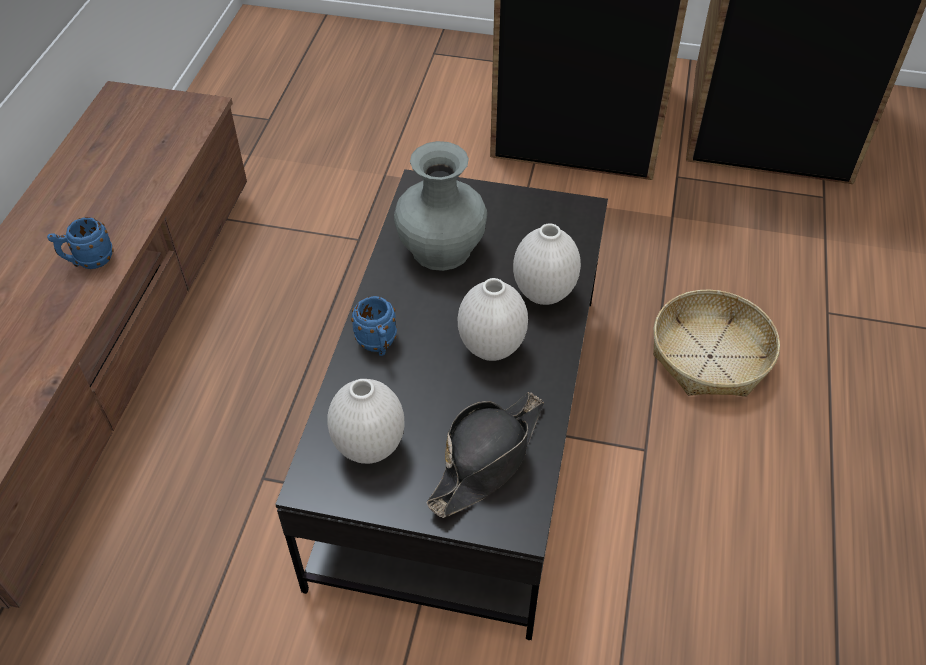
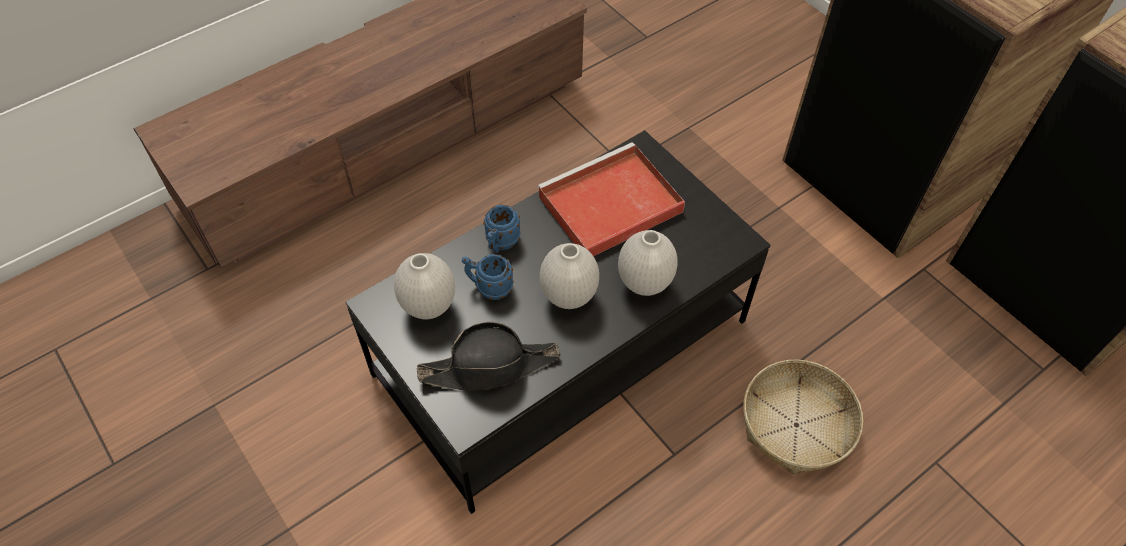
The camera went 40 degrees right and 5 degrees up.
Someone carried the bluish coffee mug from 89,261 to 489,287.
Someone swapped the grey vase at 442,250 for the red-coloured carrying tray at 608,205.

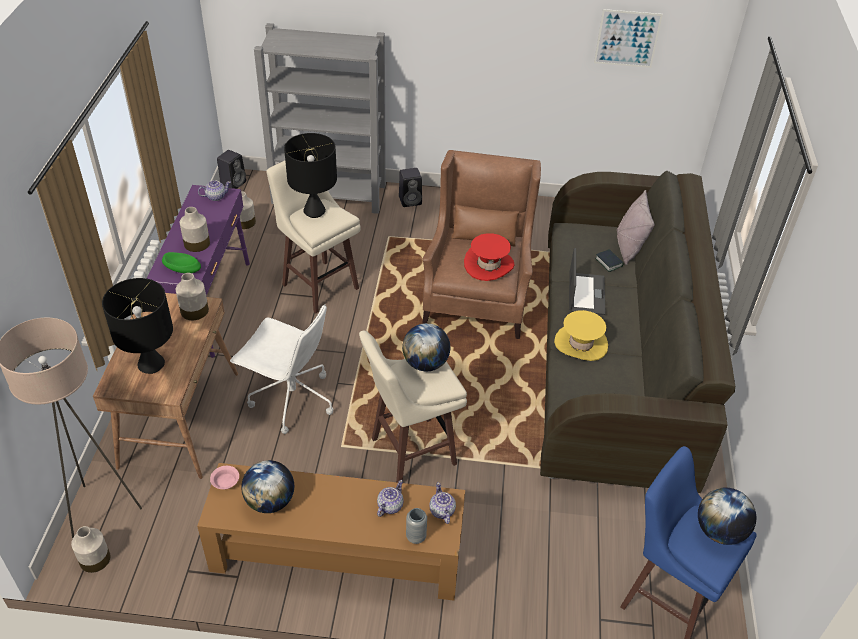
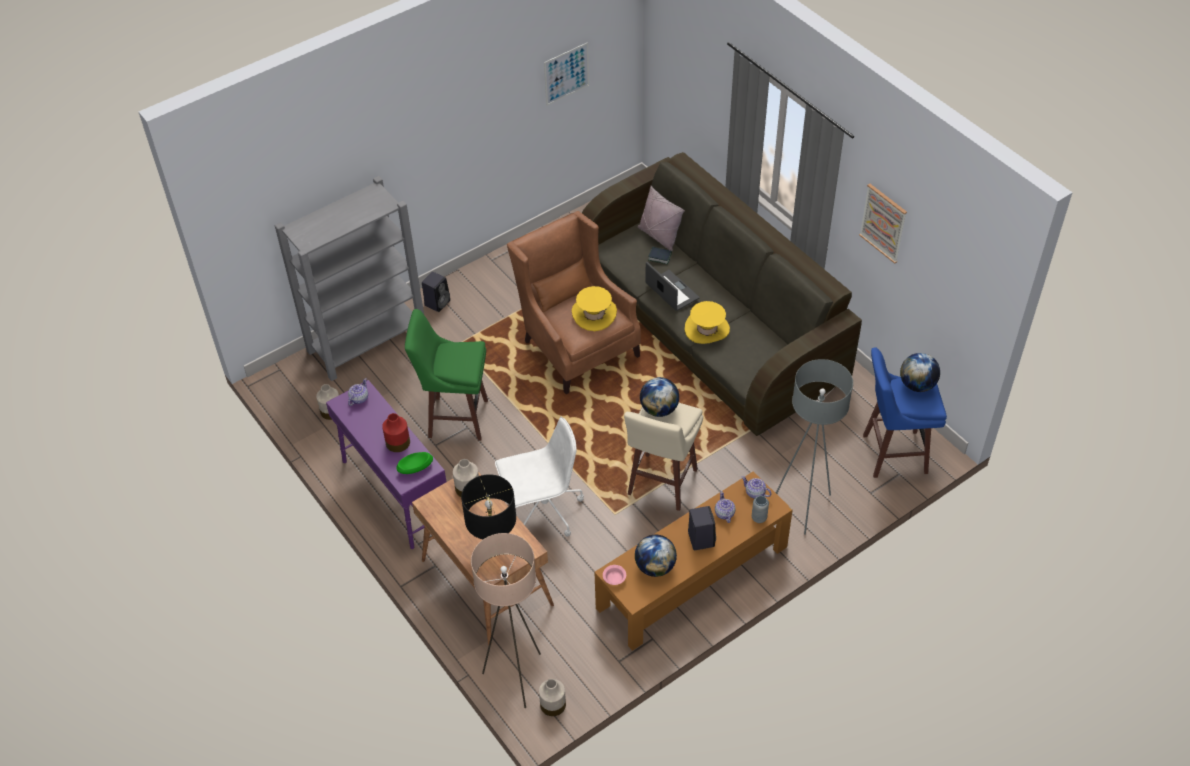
The camera went 40 degrees left and 5 degrees up.
Someone repainted the beige vase at 197,243, which became the red-coloured vase at 398,442.
Someone repainted the beige sitting stool at 319,285, which became the green sitting stool at 456,418.
Someone repainted the red-coloured clothing hat at 488,265, which became the yellow clothing hat at 594,314.
Someone carried the black speaker from 233,183 to 700,538.
Someone put down the grey floor lamp at 803,508.
Someone put up the picture at 883,223.
Someone took away the black table lamp at 314,212.

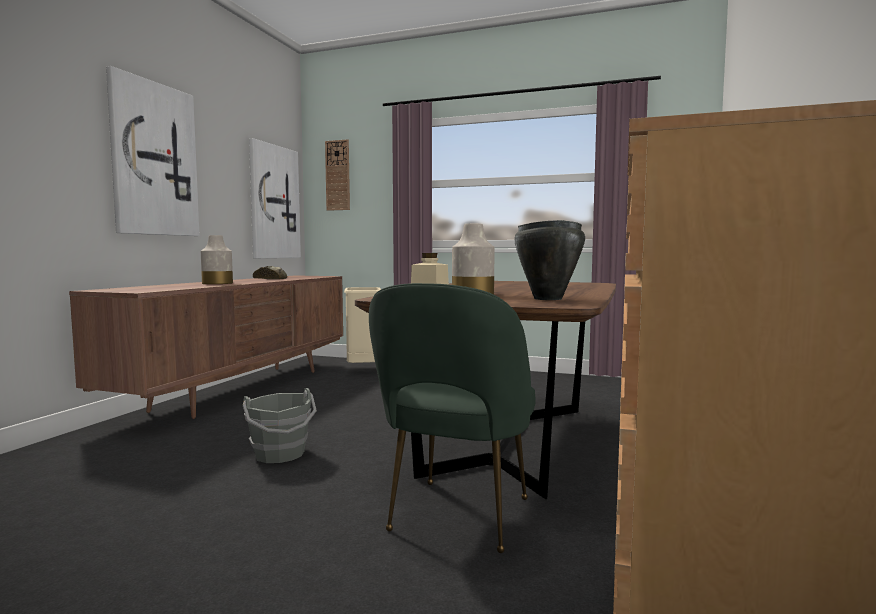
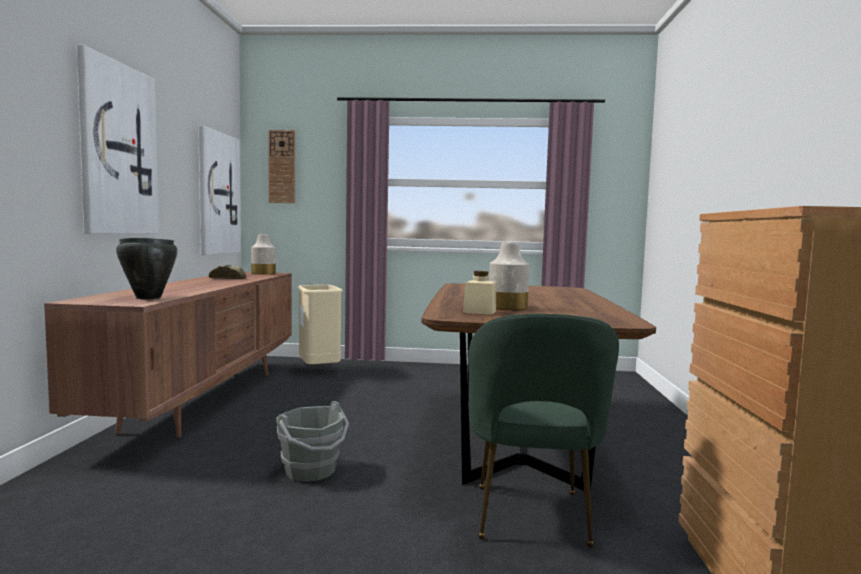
The camera went 15 degrees left and 0 degrees up.
Someone carried the black cooking pot from 547,299 to 148,298.
Someone carried the beige vase from 218,283 to 263,273.

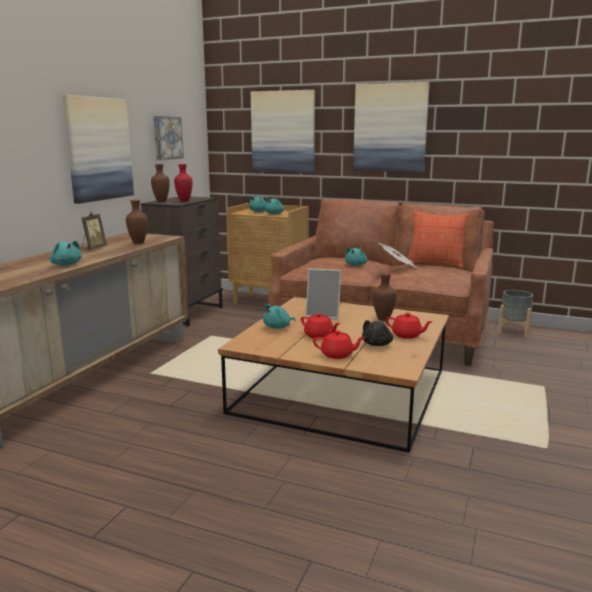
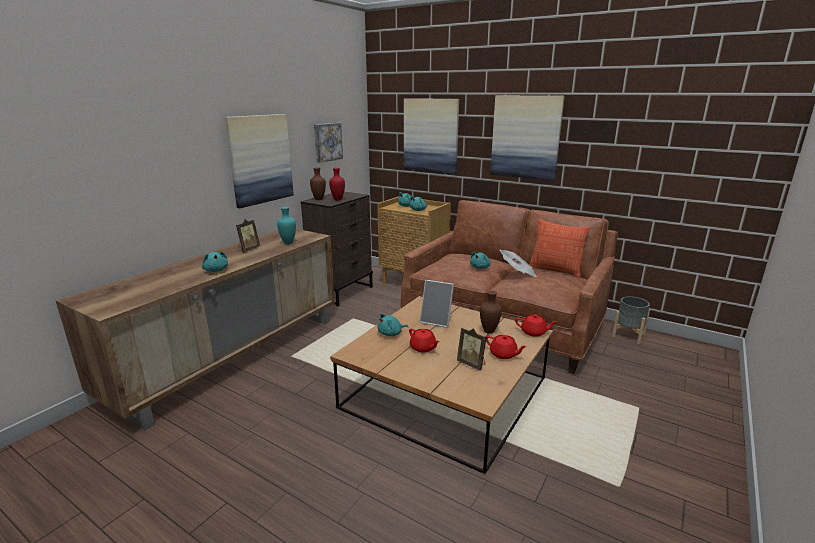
The camera went 10 degrees right and 5 degrees up.
Someone repainted the brownish vase at 137,243, which became the blue-green vase at 287,243.
Someone swapped the black cuddly toy at 377,344 for the photo frame at 472,364.
Someone carried the red-coloured teapot from 337,355 to 534,332.

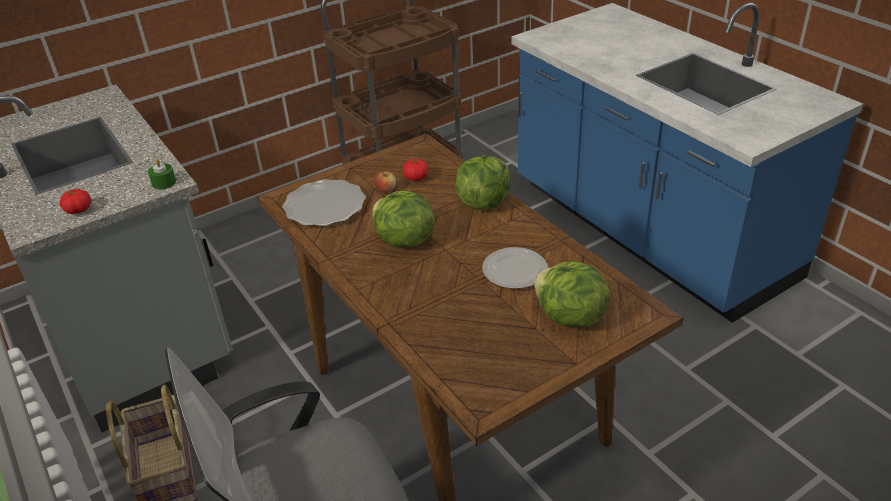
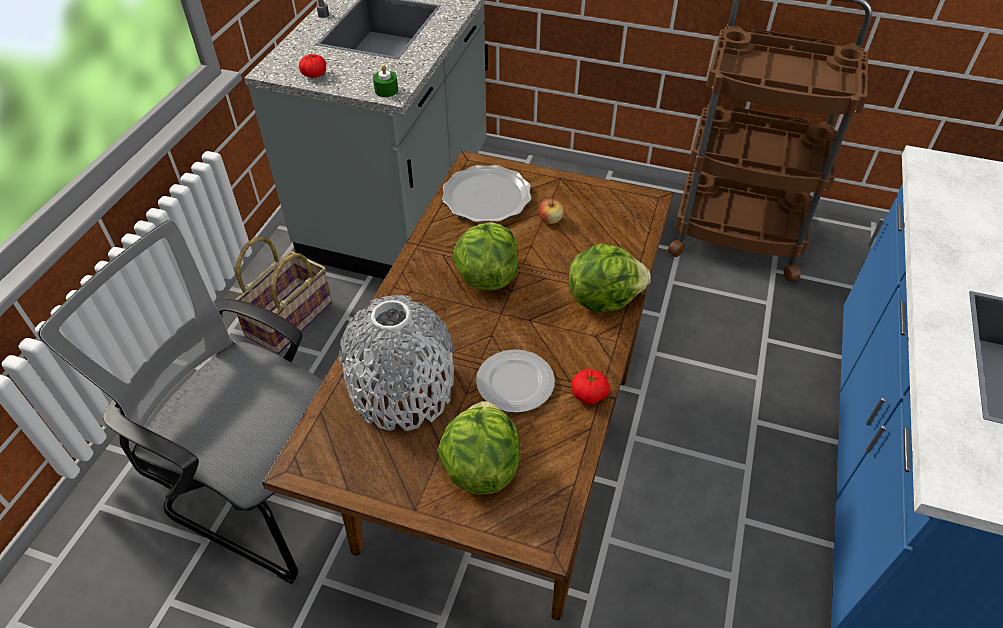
The camera went 50 degrees right and 10 degrees up.
Someone put down the grey vase at 402,389.
Someone carried the tomato from 416,178 to 588,394.

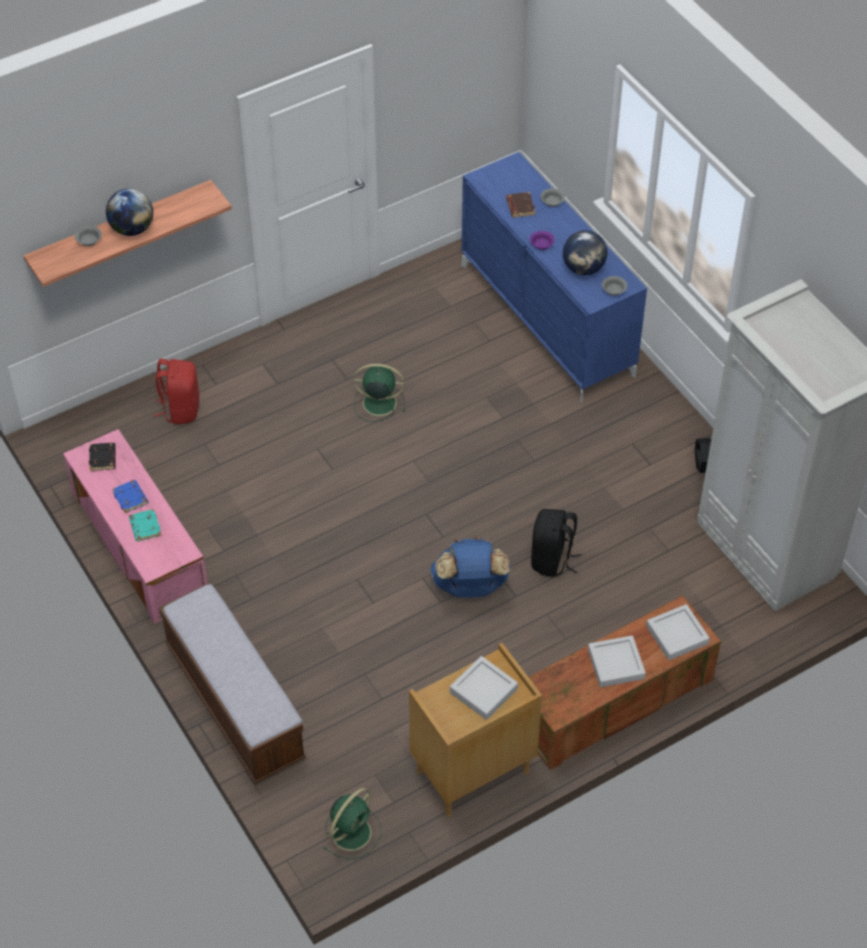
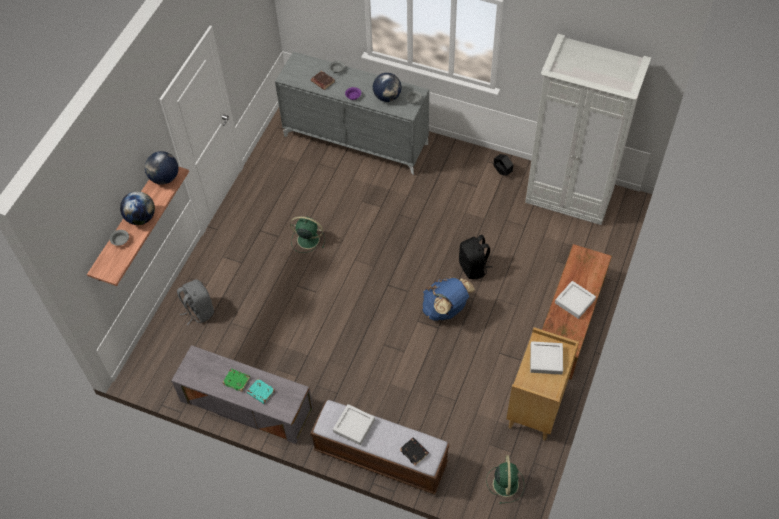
The camera went 35 degrees left and 5 degrees up.
Someone put down the world globe at 164,178.
Someone repainted the pink indoor bench at 137,544, which became the grey indoor bench at 245,405.
Someone repainted the red-coloured backpack at 180,409, which became the grey backpack at 198,311.
Someone repainted the bluish book at 131,498, which became the green book at 237,380.
Someone repainted the bluish dresser at 547,320, which became the grey dresser at 356,140.
Someone rotated the green fan at 378,403 by 45 degrees clockwise.
Someone carried the grey carrying tray from 677,635 to 354,426.
Someone carried the black book from 103,459 to 414,452.

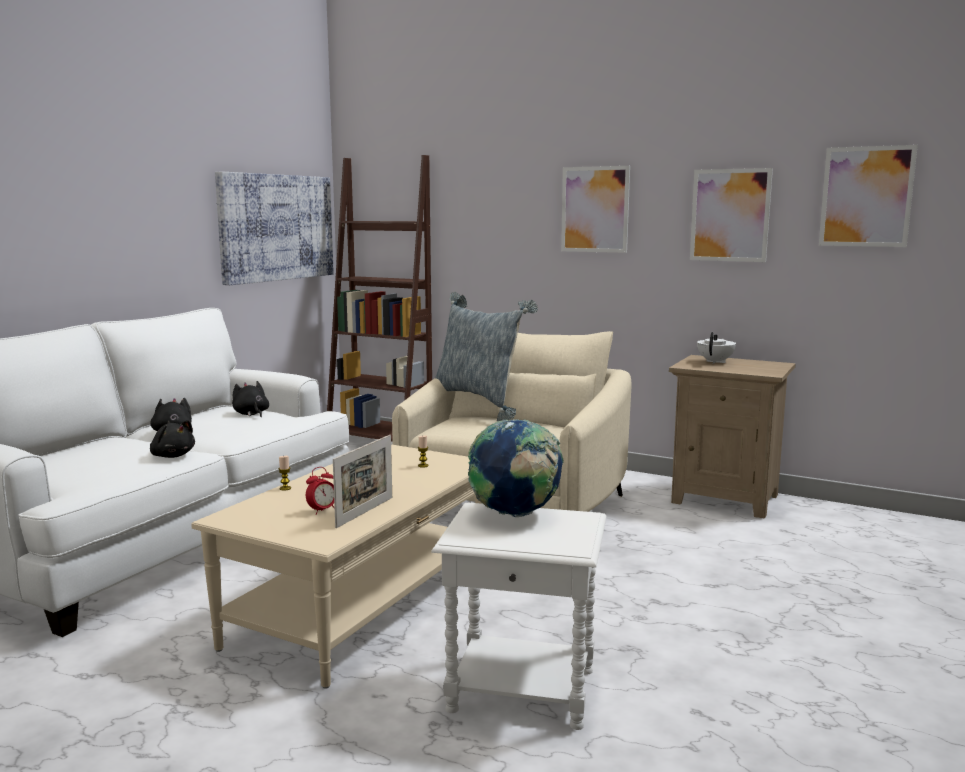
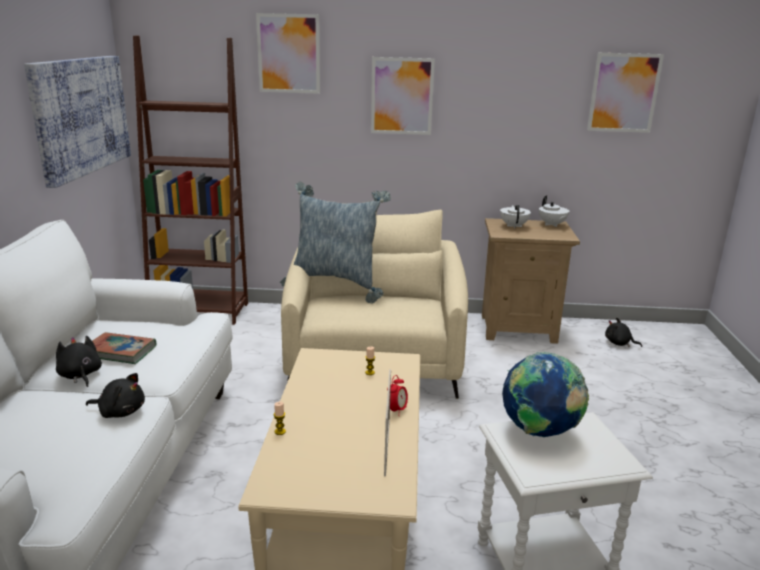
The camera went 25 degrees left and 10 degrees up.
Someone put down the book at 120,352.
Someone carried the picture from 730,215 to 289,53.
Someone carried the table clock from 322,511 to 397,410.
Someone put down the whitish teapot at 552,225.
Someone carried the black cuddly toy from 251,414 to 619,343.

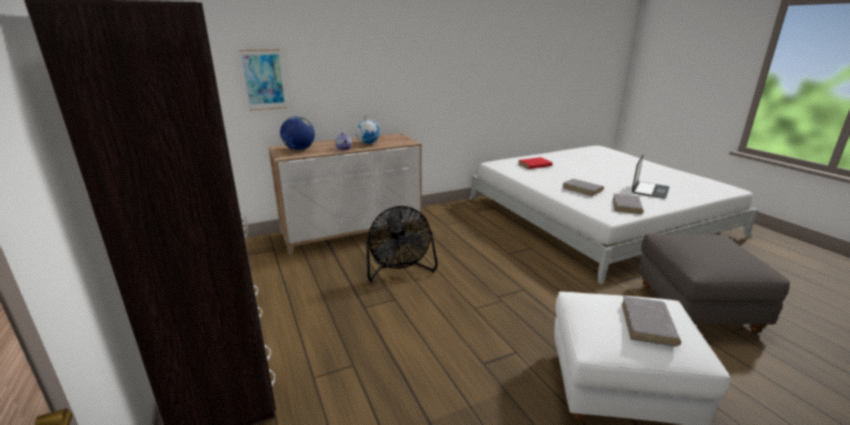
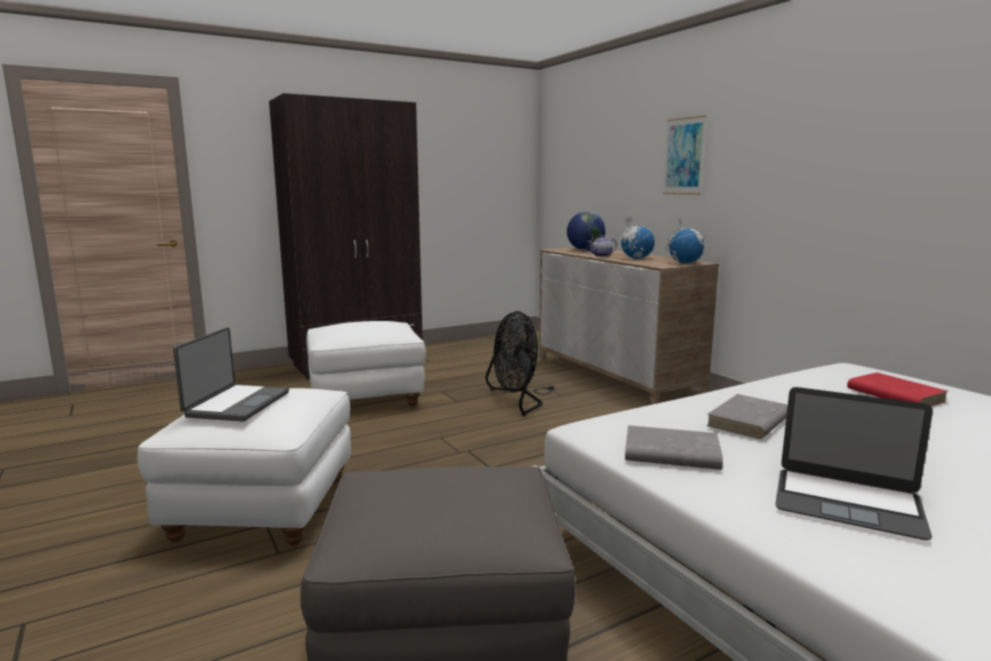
The camera went 85 degrees right and 10 degrees down.
Someone swapped the grey book at 648,324 for the notebook computer at 236,404.
Someone put down the whitish pouffe at 366,398.
Someone carried the picture from 264,80 to 684,156.
Someone put down the world globe at 684,263.

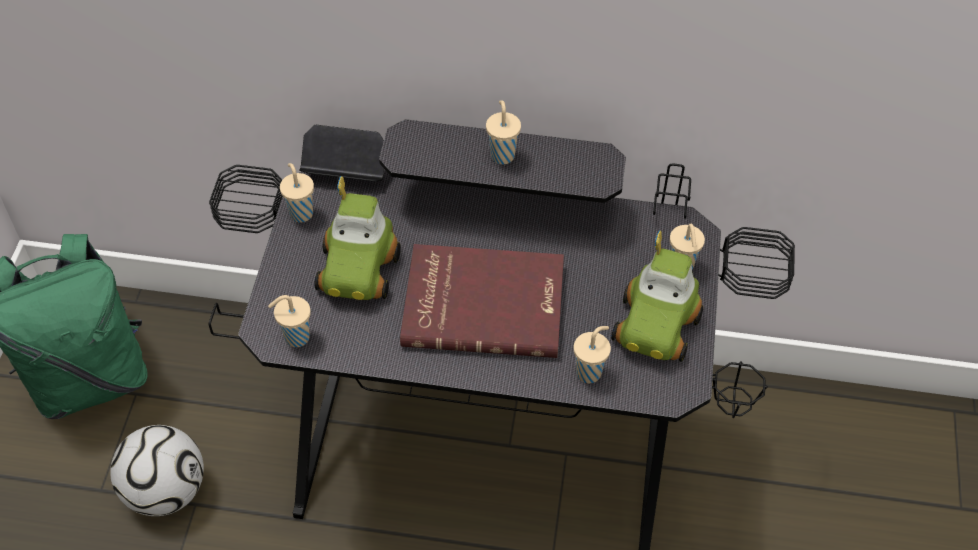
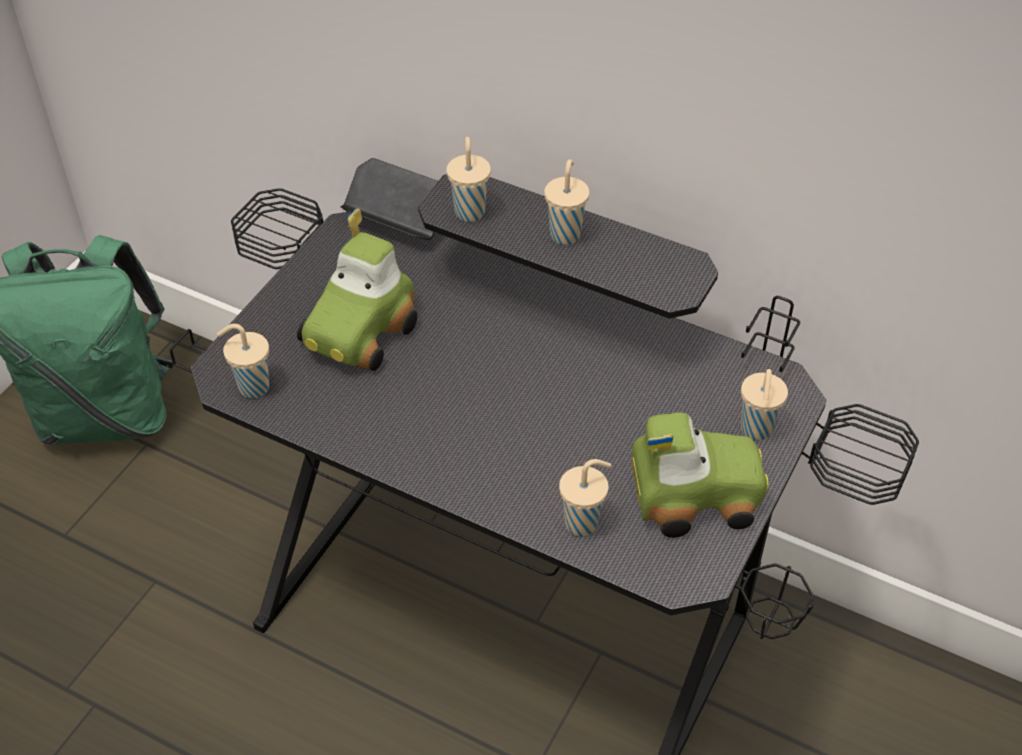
The camera went 20 degrees right and 5 degrees down.
Someone carried the beige drinking cup from 301,212 to 469,211.
Someone rotated the toy car at 657,327 by 135 degrees counterclockwise.
Someone took away the football ball at 165,490.
Someone took away the red-coloured book at 484,303.

